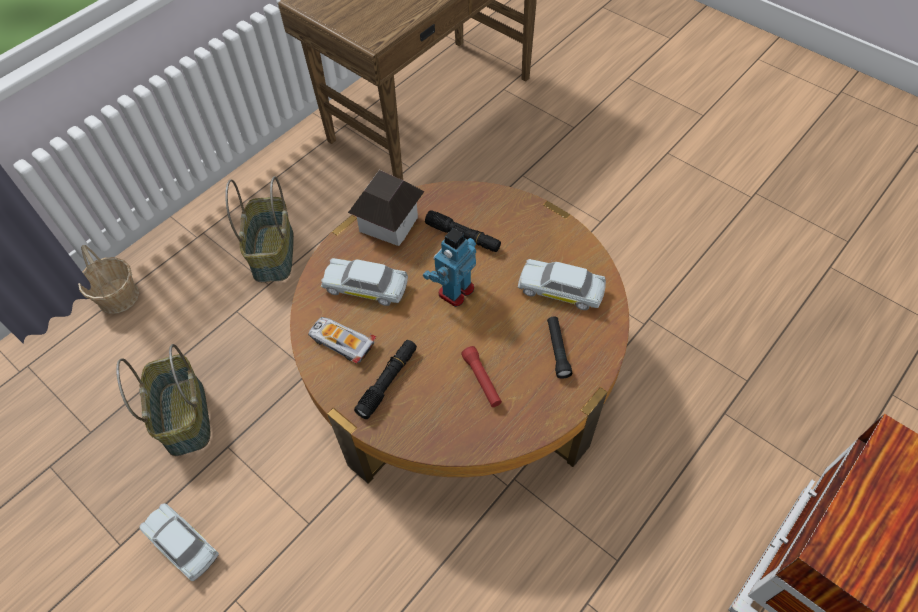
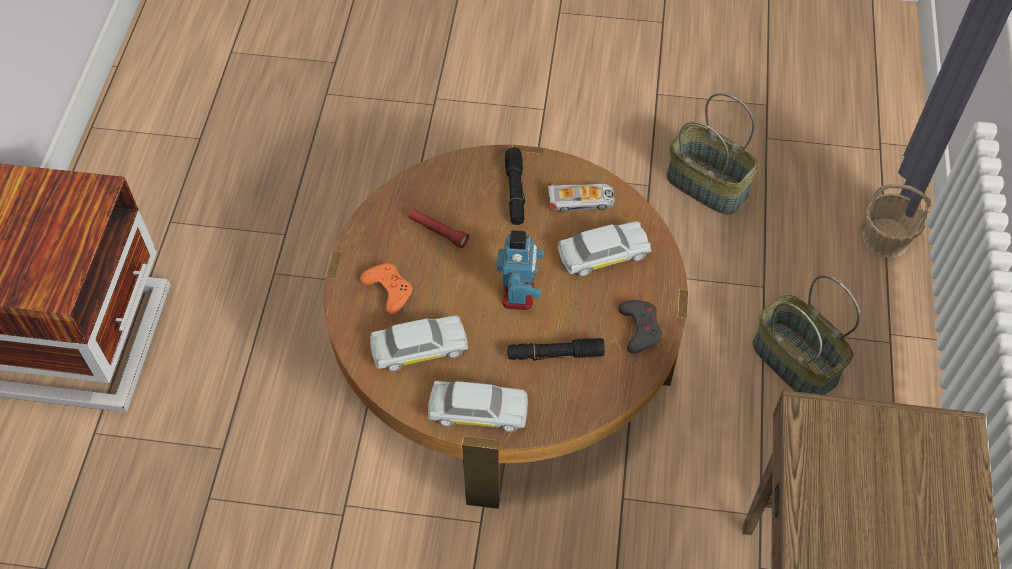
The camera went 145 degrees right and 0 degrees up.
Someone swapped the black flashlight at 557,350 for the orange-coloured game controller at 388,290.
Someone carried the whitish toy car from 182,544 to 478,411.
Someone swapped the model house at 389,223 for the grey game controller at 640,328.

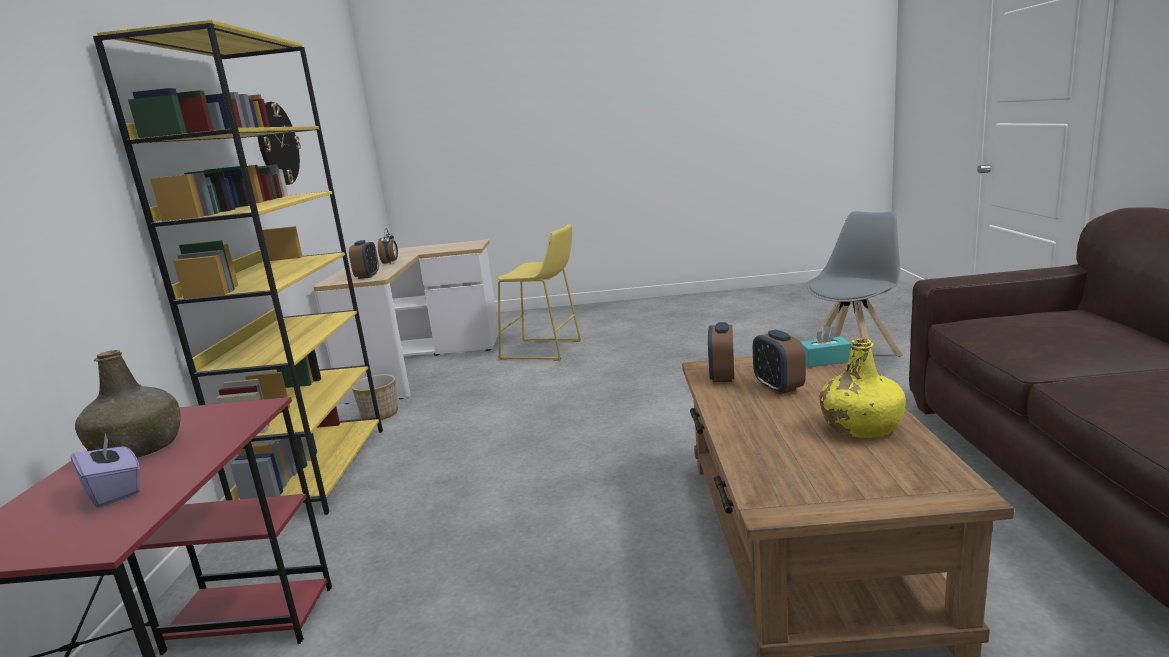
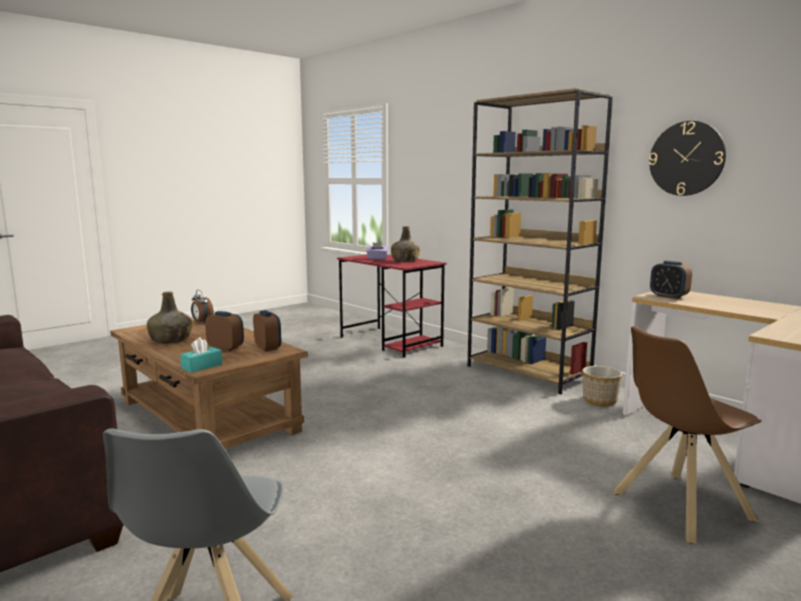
The camera went 135 degrees right and 5 degrees down.
Someone repainted the yellow drink bottle at 861,427, which became the green drink bottle at 171,340.
Someone carried the table clock from 391,263 to 202,322.
Someone repainted the yellow shelving unit at 315,471, which became the brownish shelving unit at 528,373.
Someone swapped the yellow sitting stool at 545,350 for the brownish plain chair at 678,506.

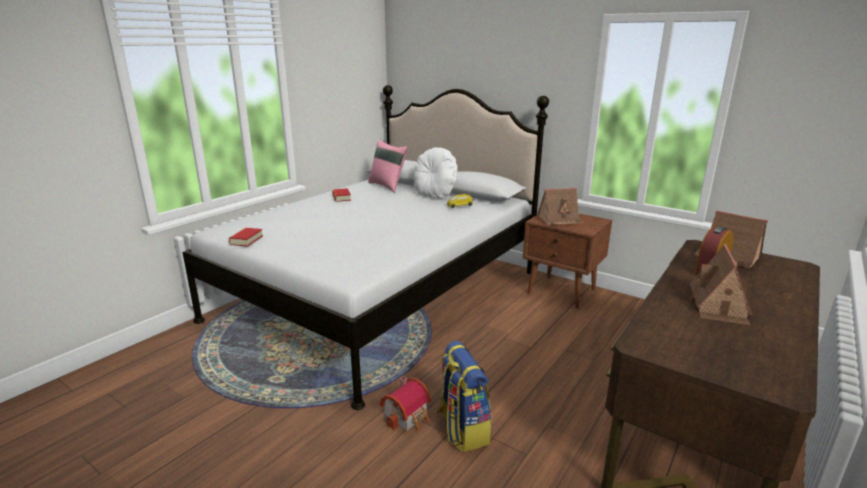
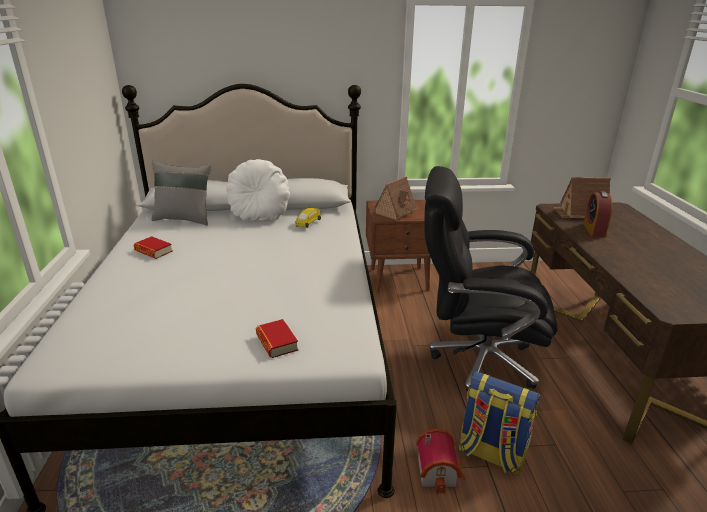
The camera went 40 degrees left and 5 degrees up.
Someone repainted the pink throw pillow at 388,186, which became the grey throw pillow at 184,219.
Someone carried the book from 246,240 to 277,342.
Someone put down the black computer chair at 476,361.
Someone took away the model house at 718,305.

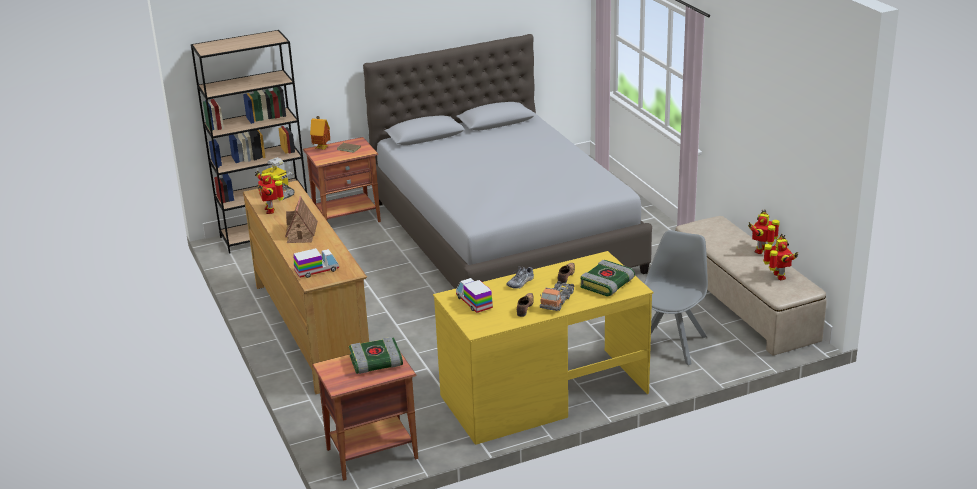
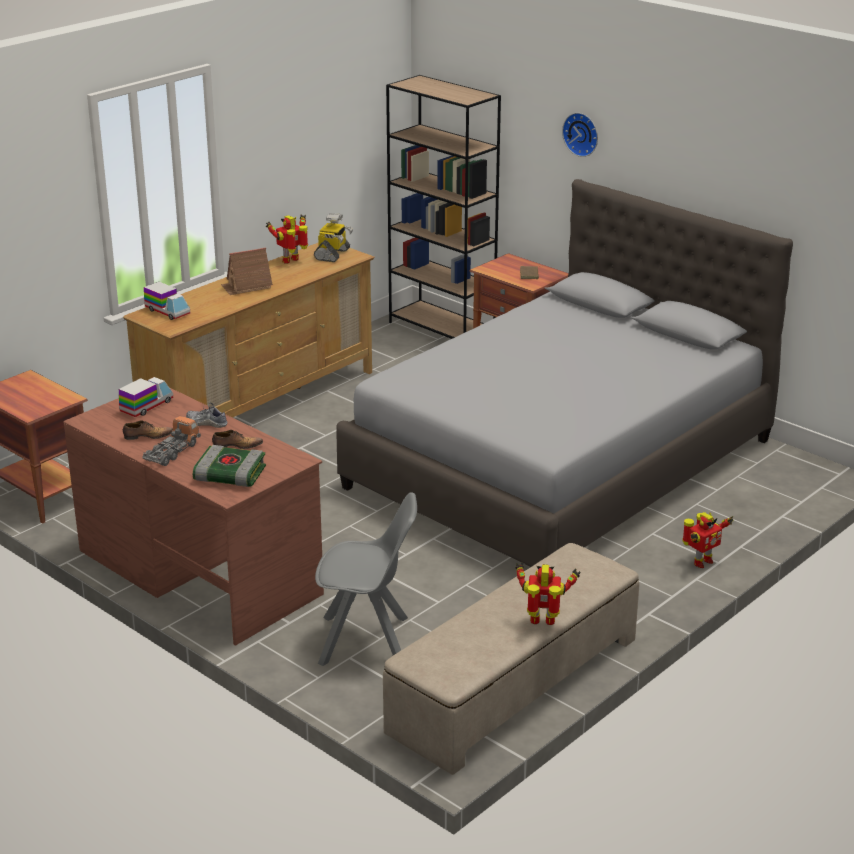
The camera went 65 degrees right and 0 degrees up.
Someone repainted the yellow desk at 543,394, which became the brownish desk at 199,571.
Someone rotated the toy truck at 557,301 by 120 degrees clockwise.
Someone put up the wall clock at 582,133.
Someone carried the robot figure from 778,277 to 701,562.
Someone took away the model house at 322,148.
Someone took away the book at 375,363.

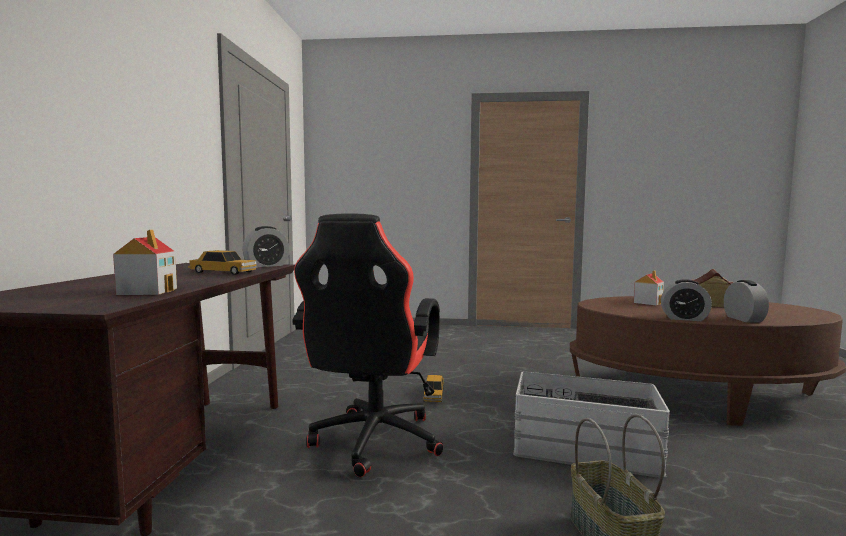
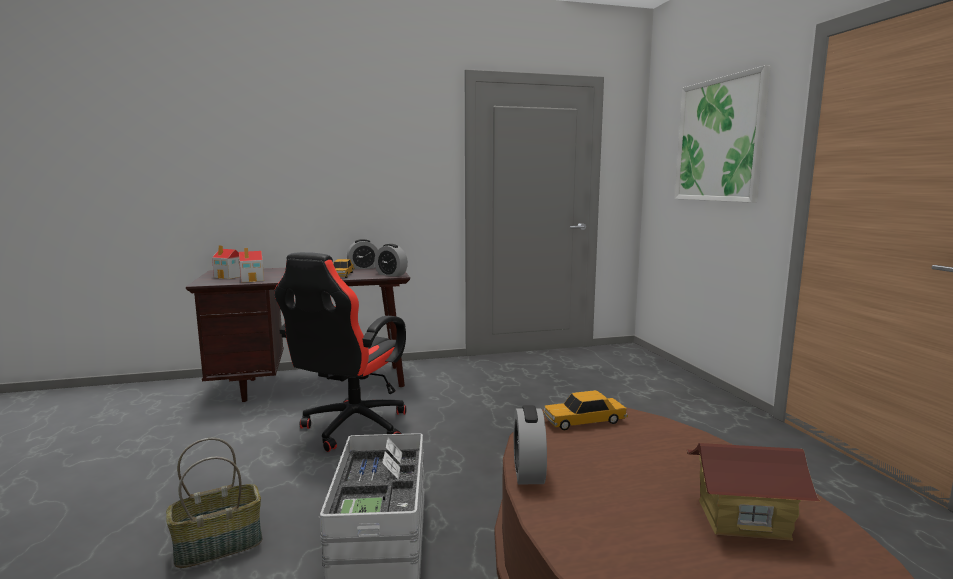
The camera went 70 degrees right and 5 degrees up.
Someone carried the model house from 648,302 to 230,276.
Someone rotated the black computer chair at 372,446 by 60 degrees counterclockwise.
Someone carried the table clock from 743,319 to 363,268.
Someone carried the toy car from 434,394 to 584,421.
Someone put up the picture at 719,140.

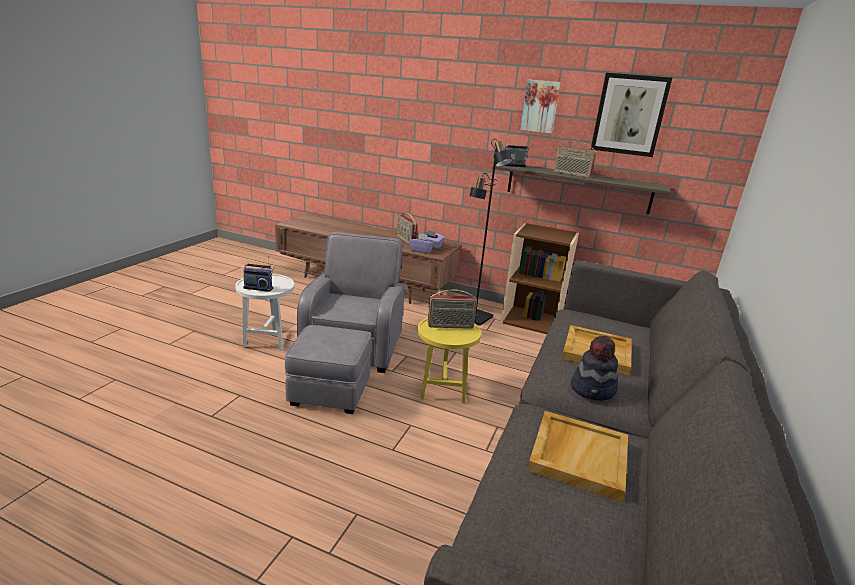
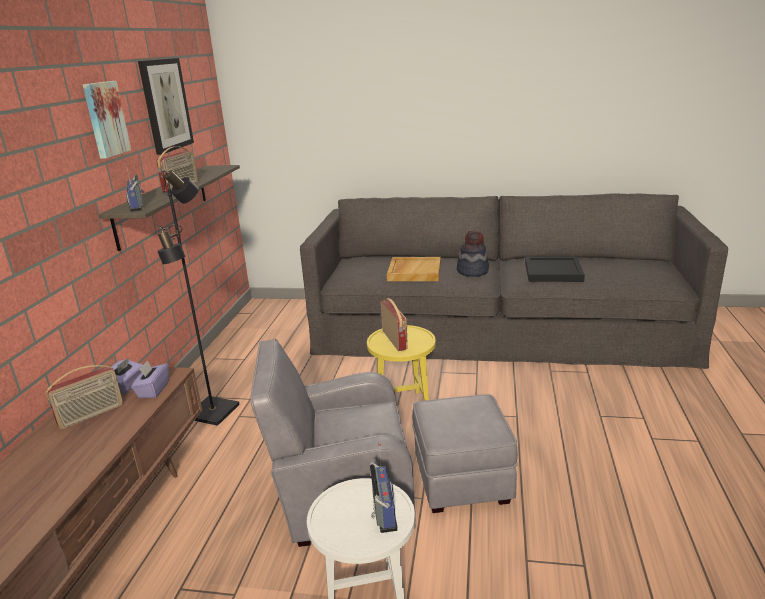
The camera went 100 degrees left and 0 degrees up.
Someone repainted the beige carrying tray at 577,456, which became the black carrying tray at 552,272.
Someone took away the brownish shelving unit at 532,320.

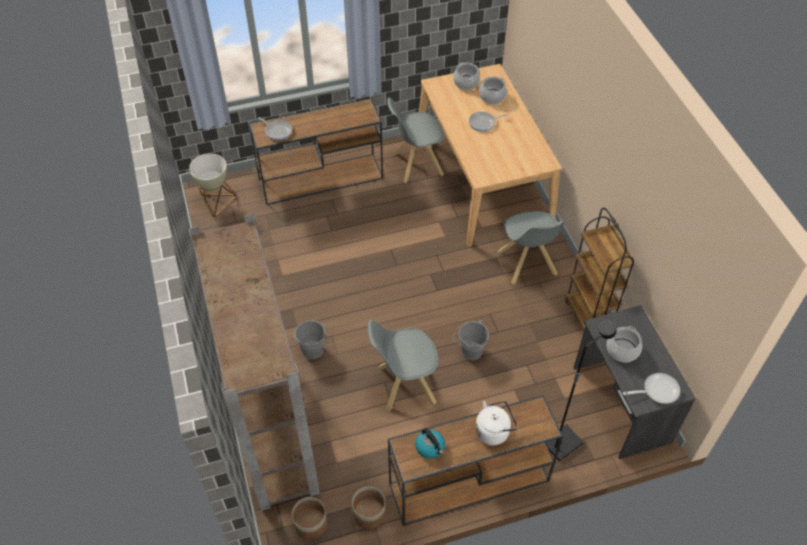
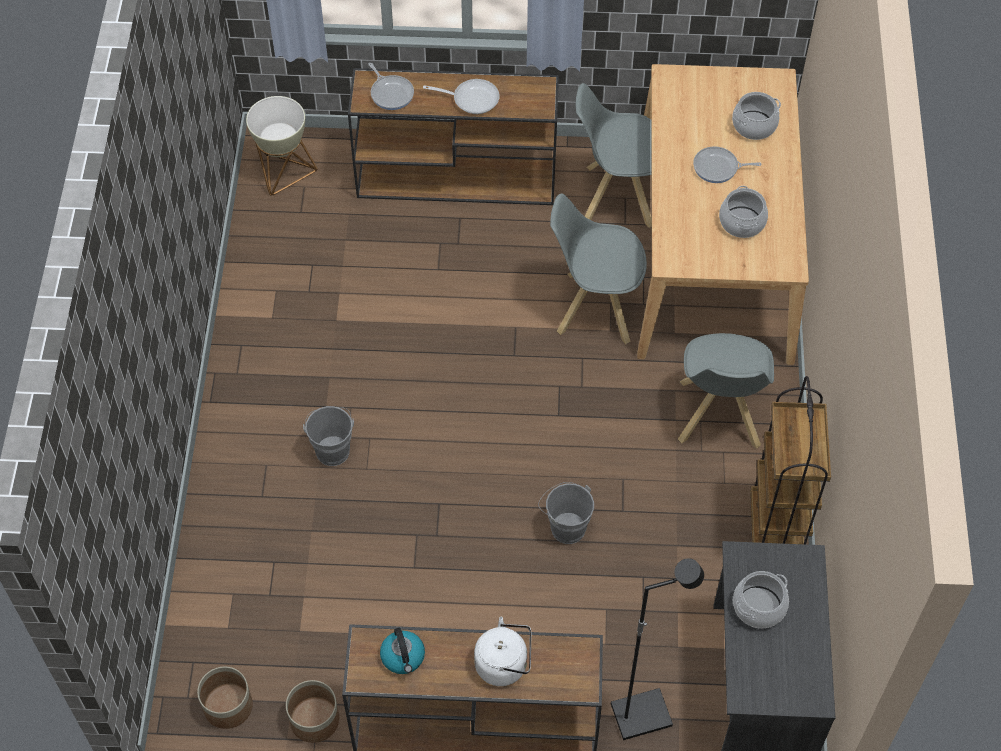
The camera went 20 degrees right and 5 degrees up.
Someone carried the frying pan from 657,390 to 471,98.
Someone carried the grey plain chair from 404,384 to 595,306.
Someone carried the cooking pot from 466,83 to 741,222.
Someone took away the brownish shelving unit at 272,426.

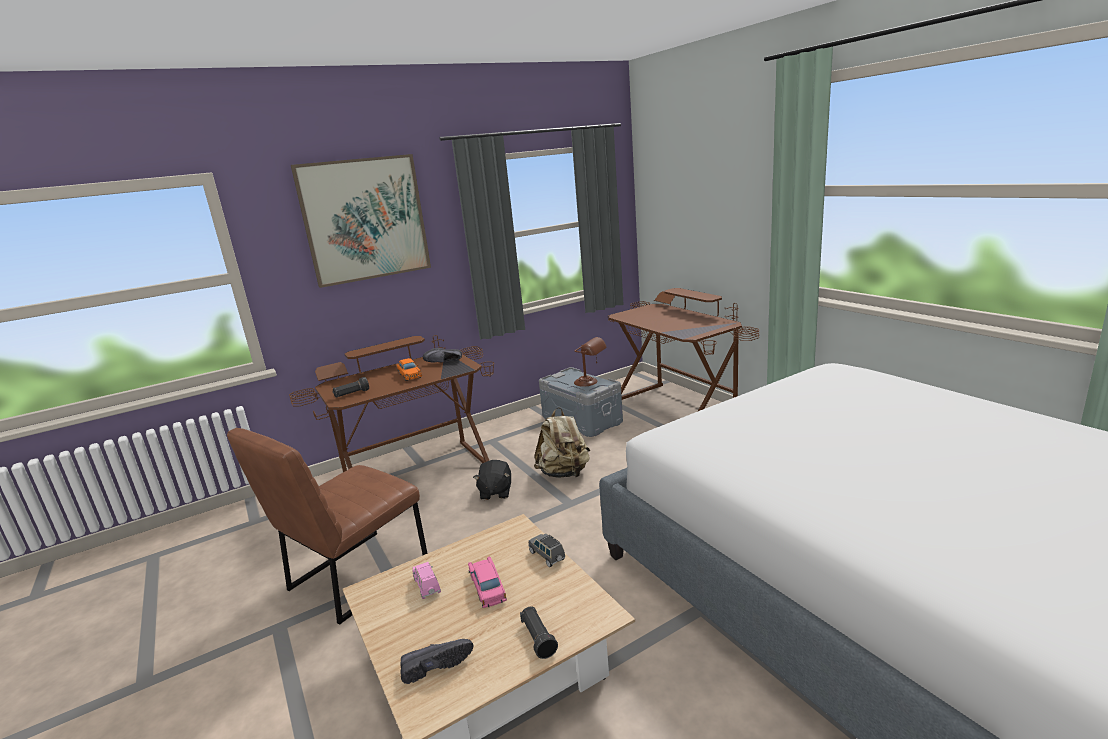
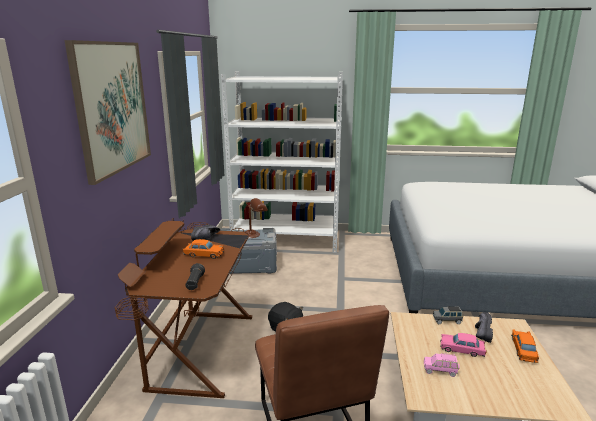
The camera went 55 degrees left and 0 degrees up.
Someone swapped the brownish desk at 676,407 for the whitish shelving unit at 286,239.
Someone carried the black item of footwear from 436,664 to 480,332.
Someone swapped the black flashlight at 538,639 for the orange-coloured toy car at 523,350.
Someone took away the beige backpack at 564,473.

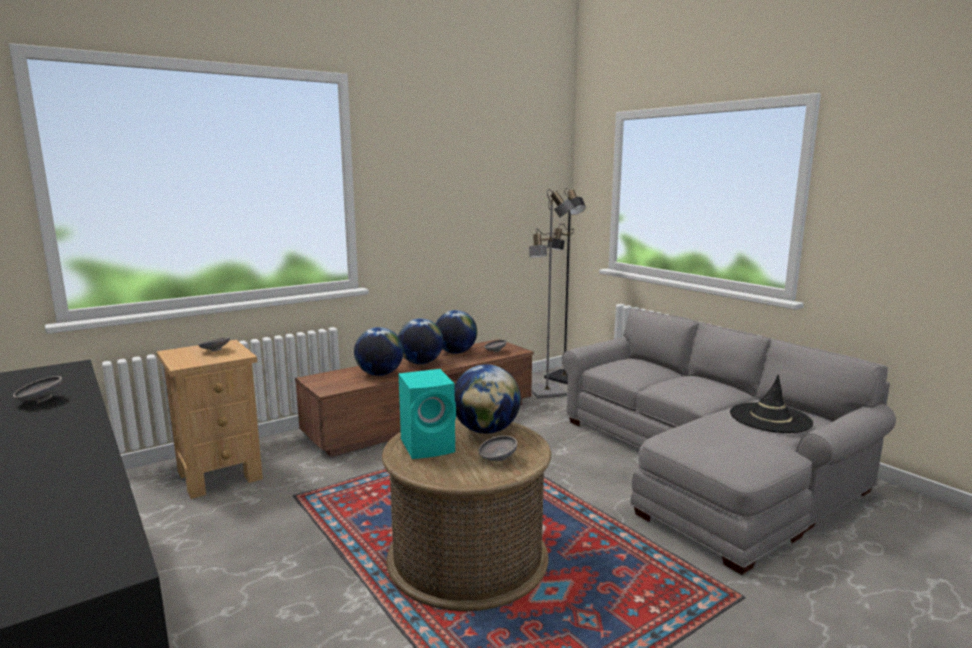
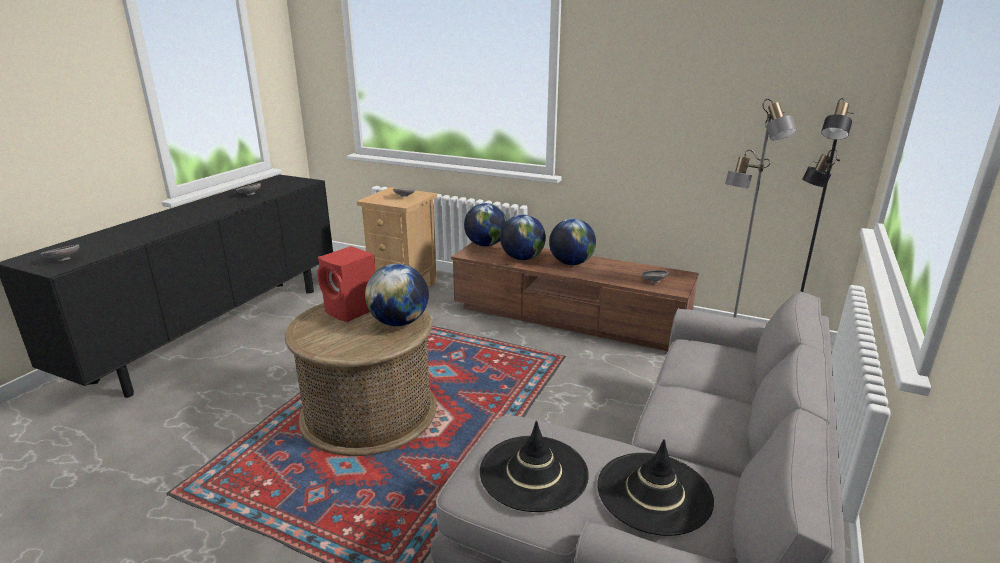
The camera went 60 degrees right and 10 degrees up.
Someone carried the grey deep dish from 497,459 to 63,260.
Someone repainted the blue-green speaker at 429,446, which became the red-coloured speaker at 352,311.
Someone carried the world globe from 455,352 to 485,245.
Someone put down the black clothing hat at 534,473.

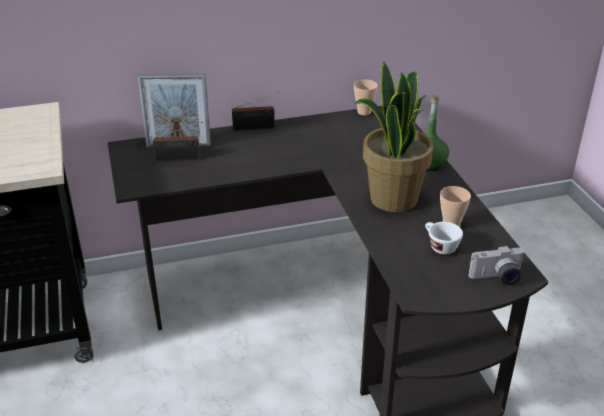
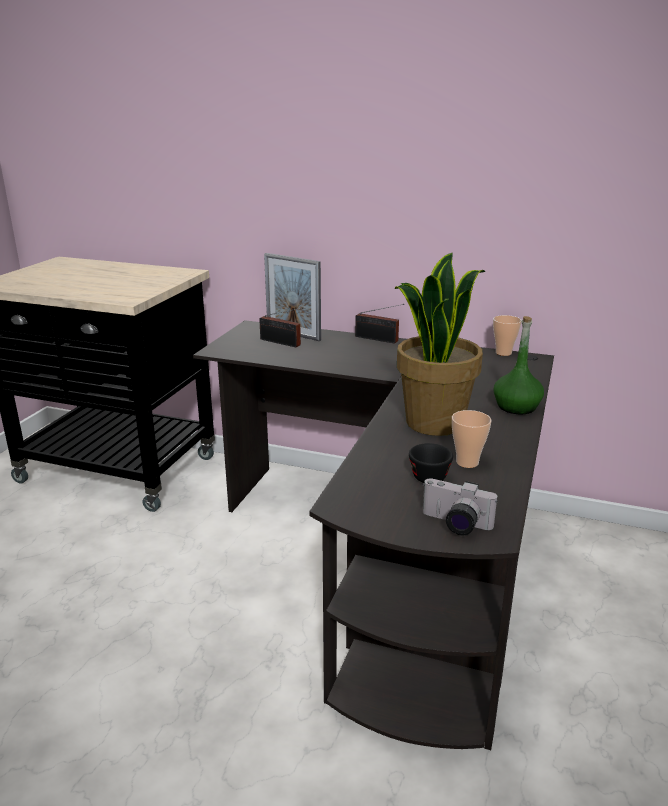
The camera went 35 degrees right and 10 degrees down.
Someone repainted the whitish drinking cup at 439,246, which became the black drinking cup at 428,474.

